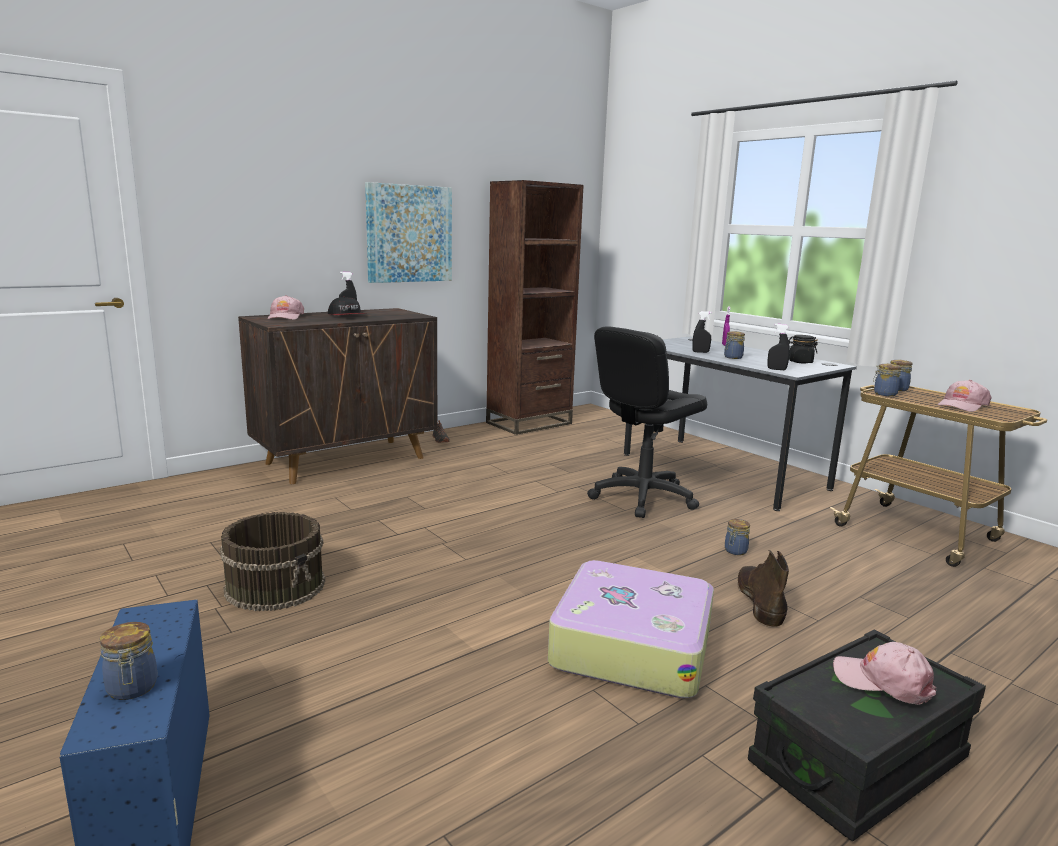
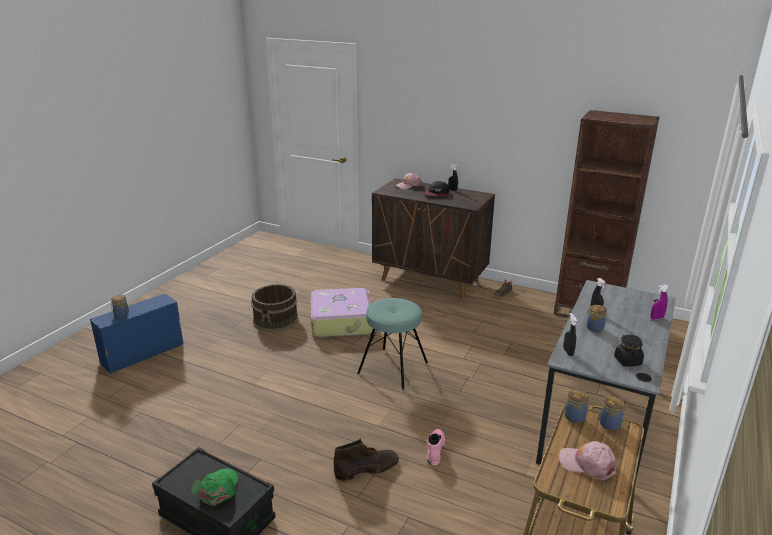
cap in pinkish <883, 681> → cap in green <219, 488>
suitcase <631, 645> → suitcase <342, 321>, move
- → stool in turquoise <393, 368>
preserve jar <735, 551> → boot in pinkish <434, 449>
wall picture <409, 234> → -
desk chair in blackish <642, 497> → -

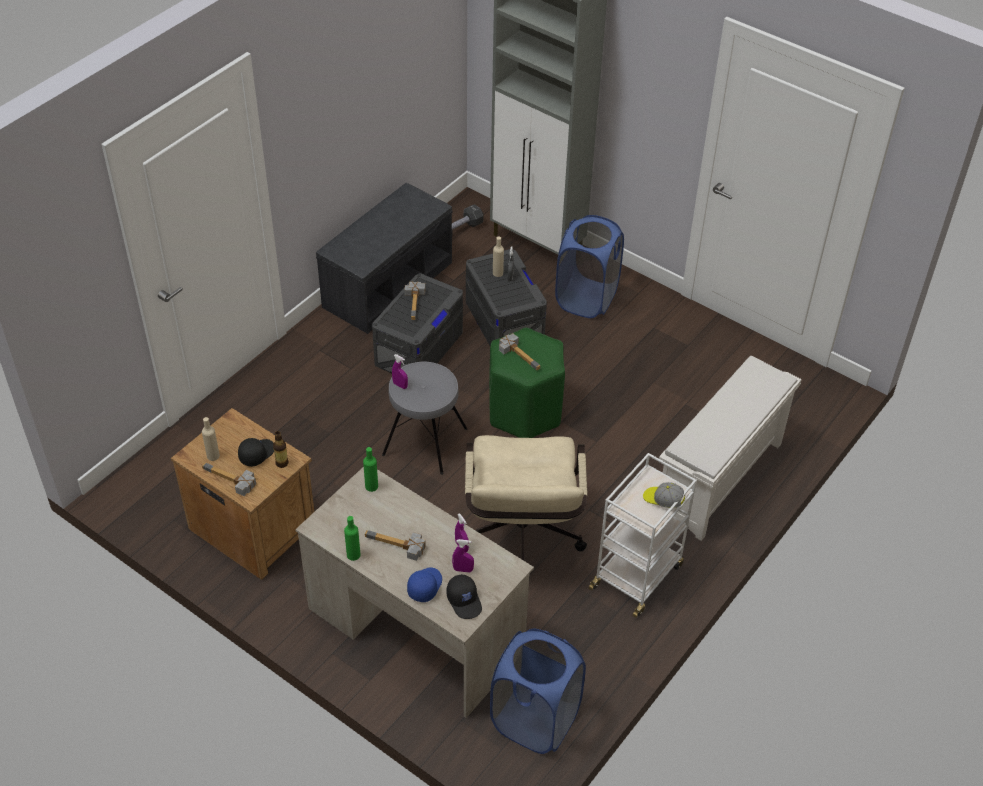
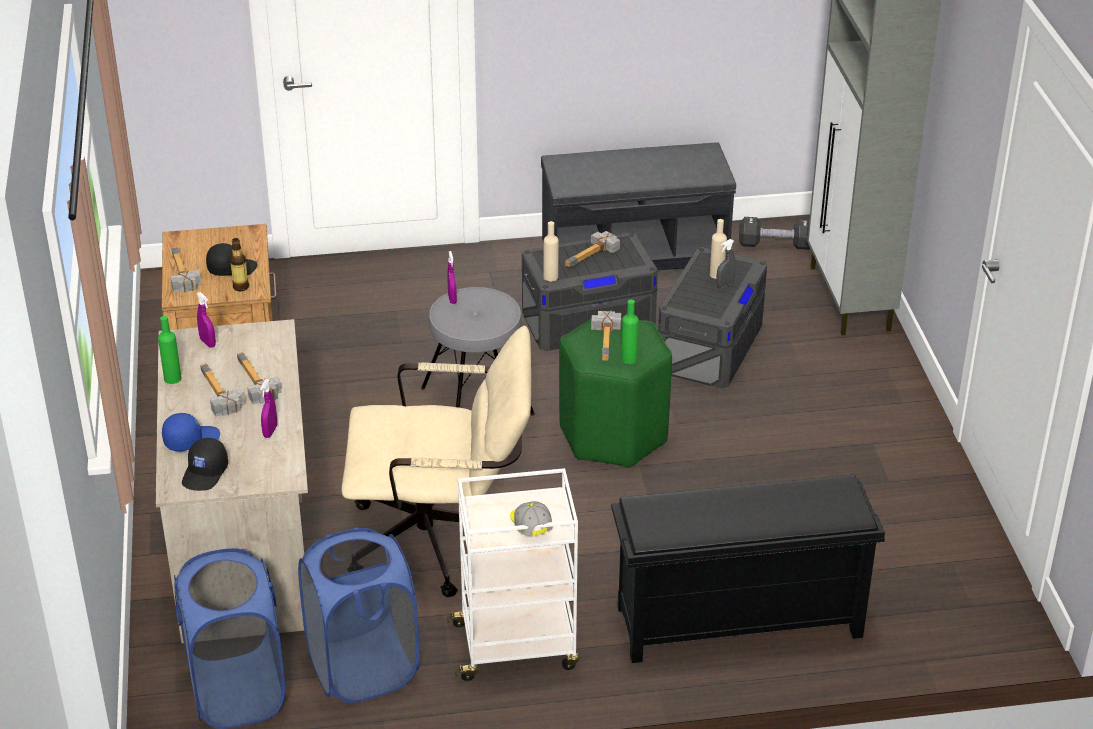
spray bottle in purple <463, 569> → spray bottle in purple <208, 342>, move
- → hand hammer <252, 383>
laundry basket in blue-coloured <586, 298> → laundry basket in blue-coloured <363, 668>, move
desk chair in beige <521, 543> → desk chair in beige <443, 541>, 135 degrees counterclockwise
drink bottle in beige <213, 456> → drink bottle in beige <550, 277>, move
shoe rack in whitish <719, 480> → shoe rack in blackish <736, 623>
drink bottle in green <371, 486> → drink bottle in green <629, 359>, move

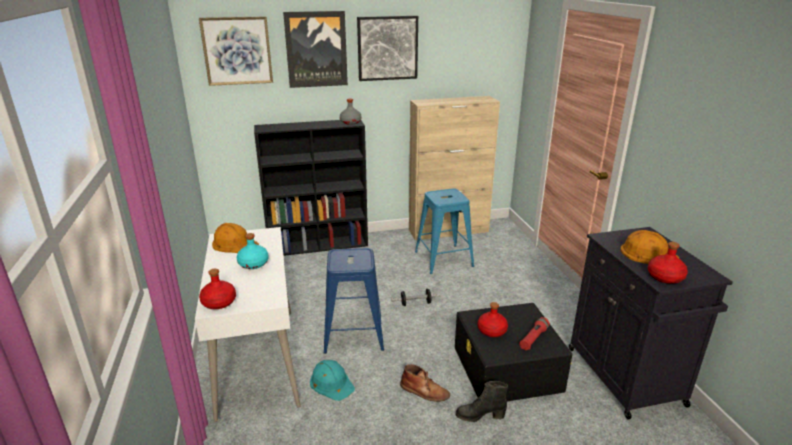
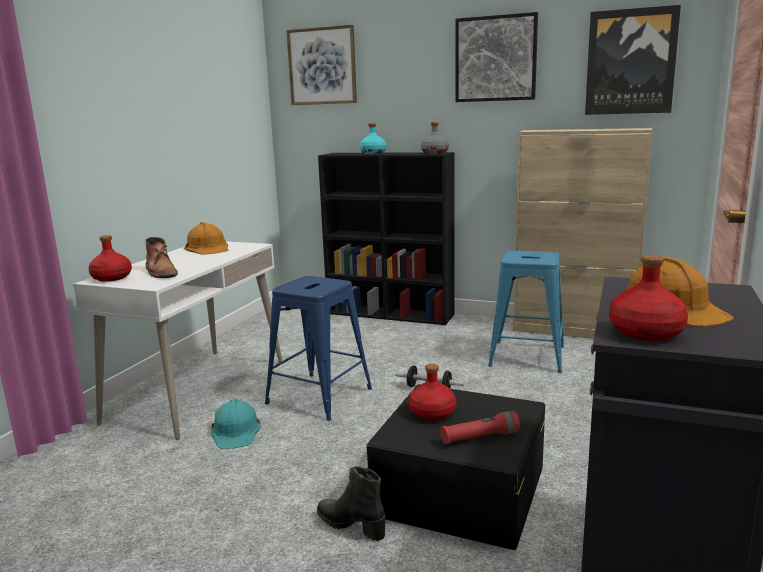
boot in brownish <425, 391> → boot in brownish <161, 272>, move
drink bottle in turquoise <253, 264> → drink bottle in turquoise <372, 153>, move
wall picture <316, 49> → wall picture <630, 62>, move

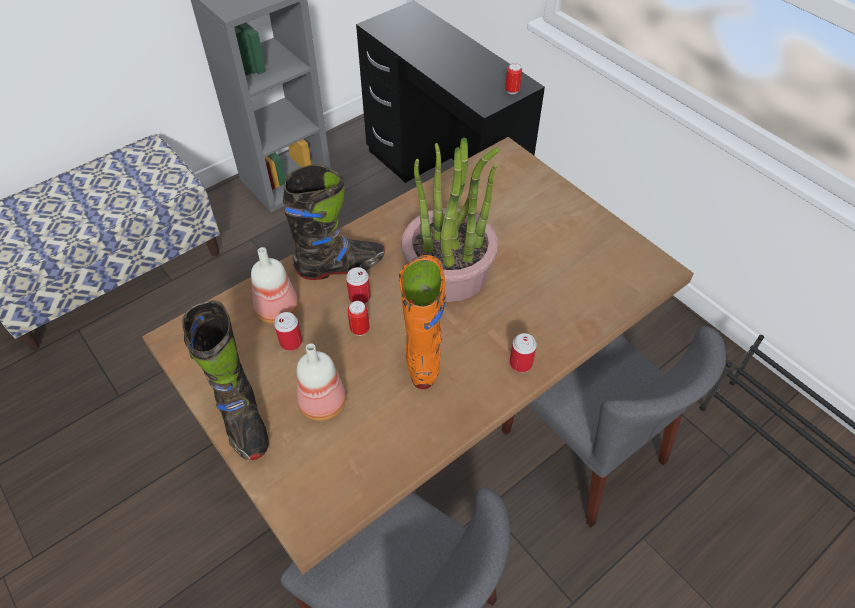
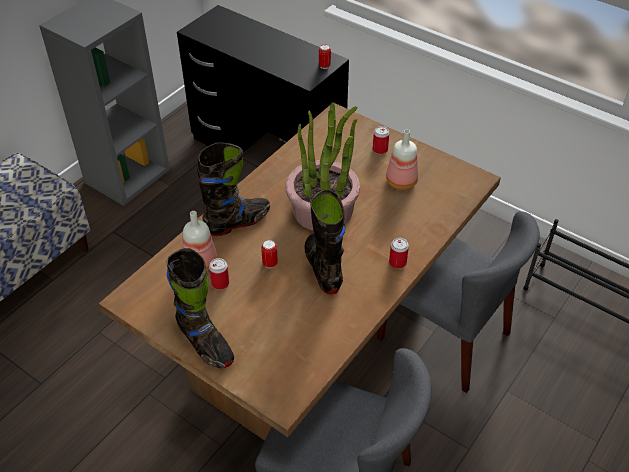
boot in orangey <423, 351> → boot in blackish <323, 269>
metal can <359, 297> → metal can <380, 149>, move
drink bottle <323, 405> → drink bottle <402, 182>, move

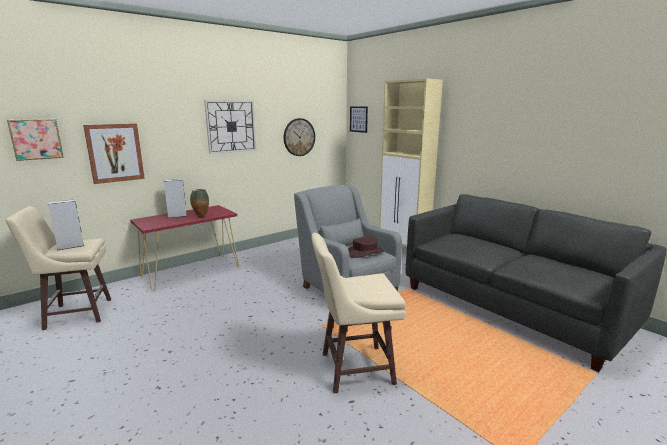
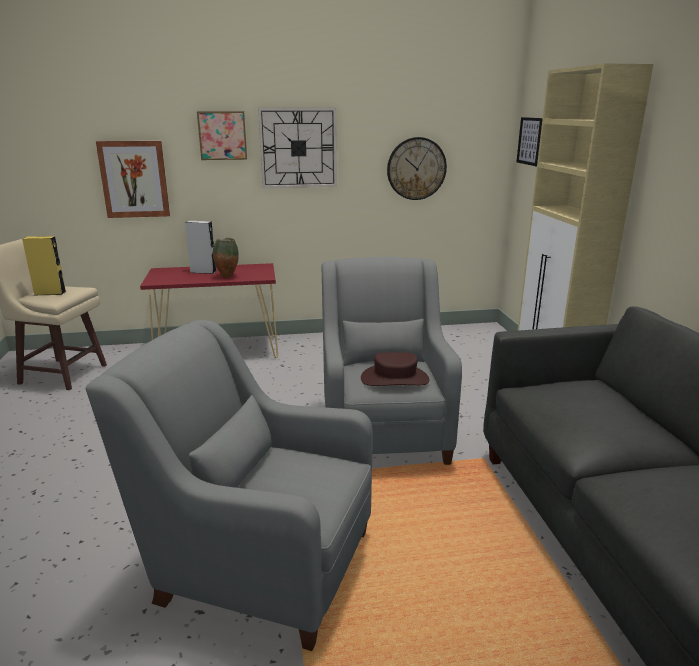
loudspeaker in grey <70, 246> → loudspeaker in yellowish <50, 293>
stool in beige <354, 368> → lounge chair in grey <258, 562>
wall picture <36, 139> → wall picture <222, 135>, move

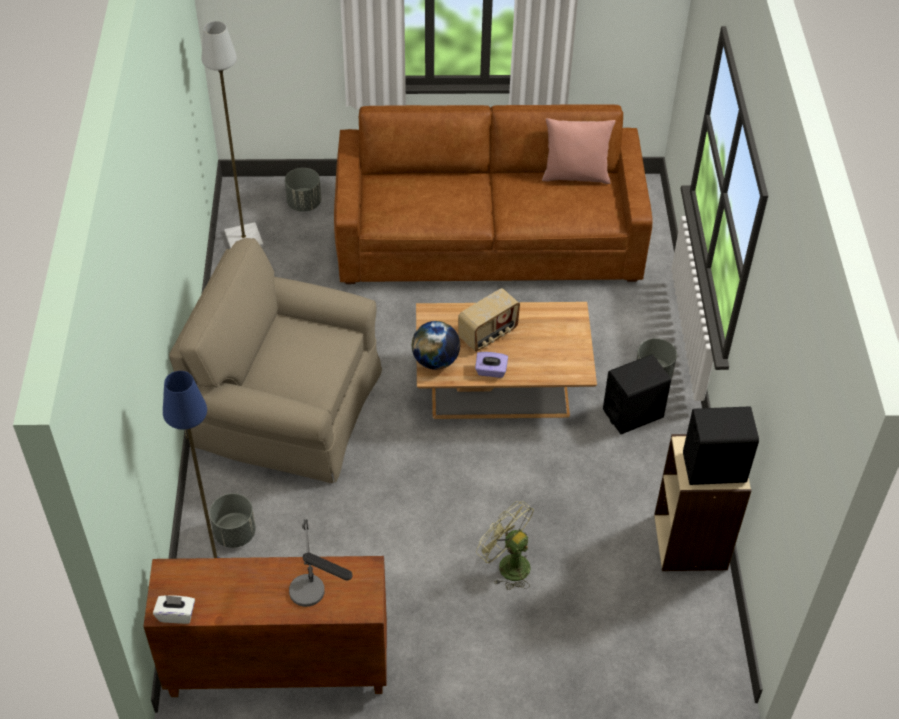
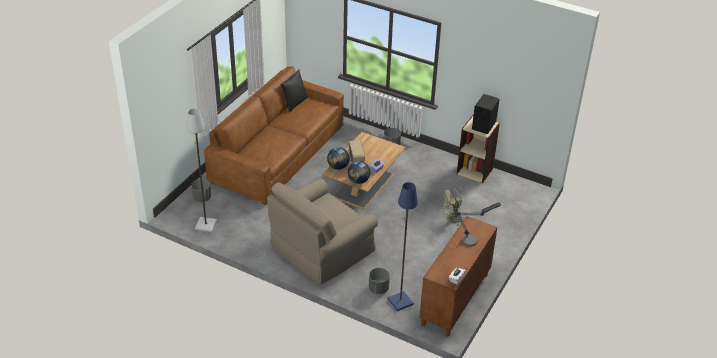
pillow in pinkish <575, 176> → pillow in blackish <294, 103>
- → globe <338, 167>
loudspeaker in blackish <633, 413> → -

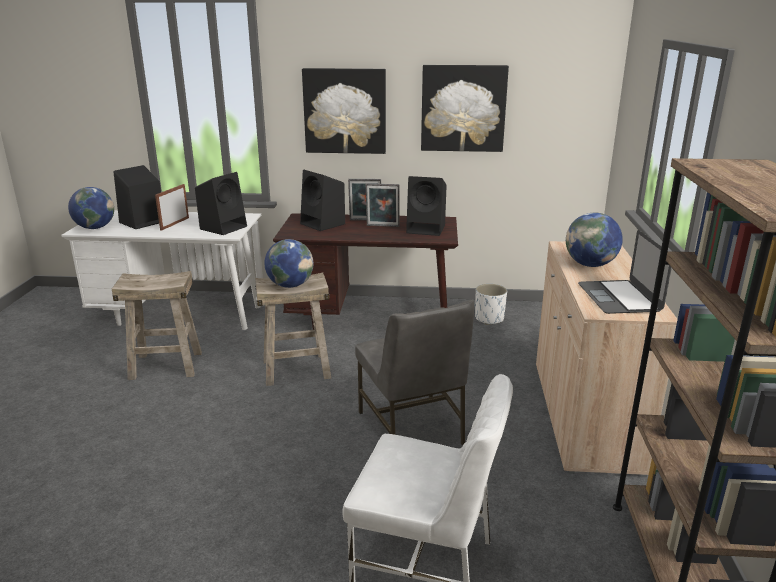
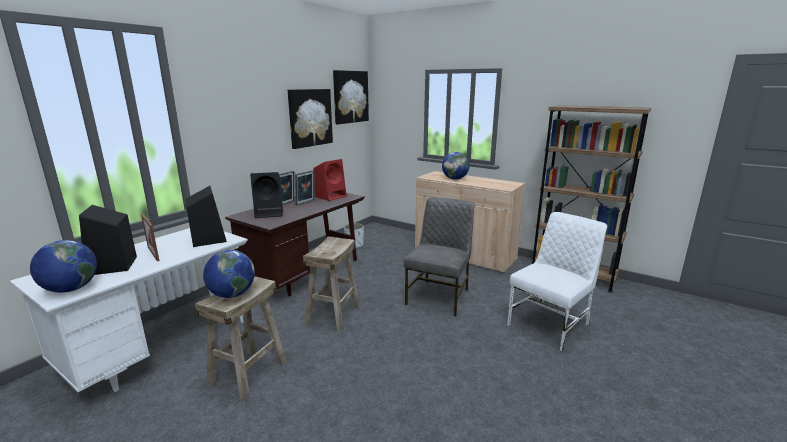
globe <290, 285> → globe <232, 294>, move
loudspeaker in blackish <427, 229> → loudspeaker in reddish <331, 196>
wall picture <345, 111> → wall picture <350, 97>, move
chair in grey <412, 429> → chair in grey <439, 296>, 75 degrees counterclockwise
notebook computer <619, 297> → -

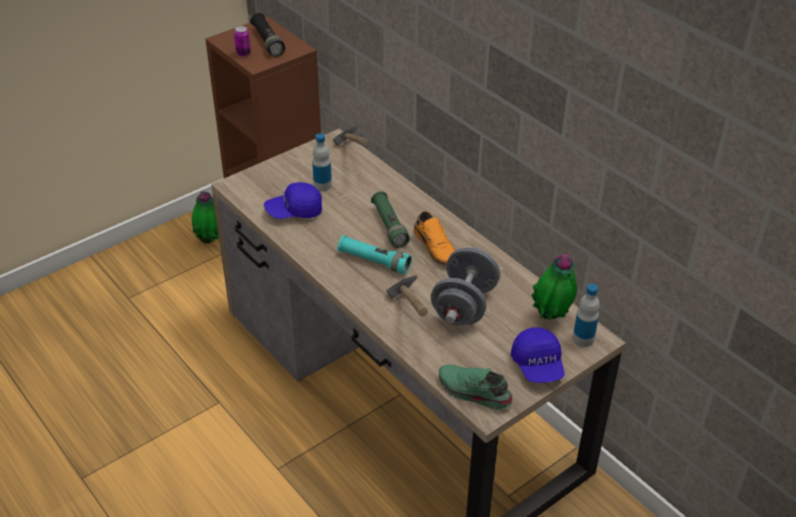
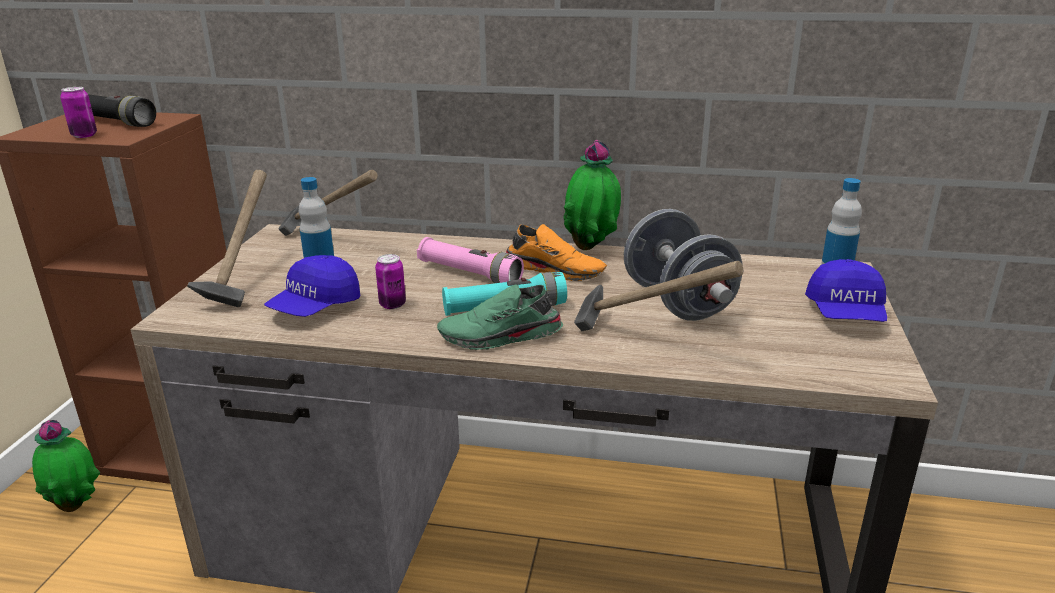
- → hand hammer <243, 282>
- → metal can <392, 304>
hand torch in green <389, 226> → hand torch in pinkish <469, 274>
shoe in green <473, 393> → shoe in green <500, 337>, move
houseplant <551, 318> → houseplant <591, 248>, move
cap in blue-coloured <538, 365> → cap in blue-coloured <845, 314>, 60 degrees clockwise

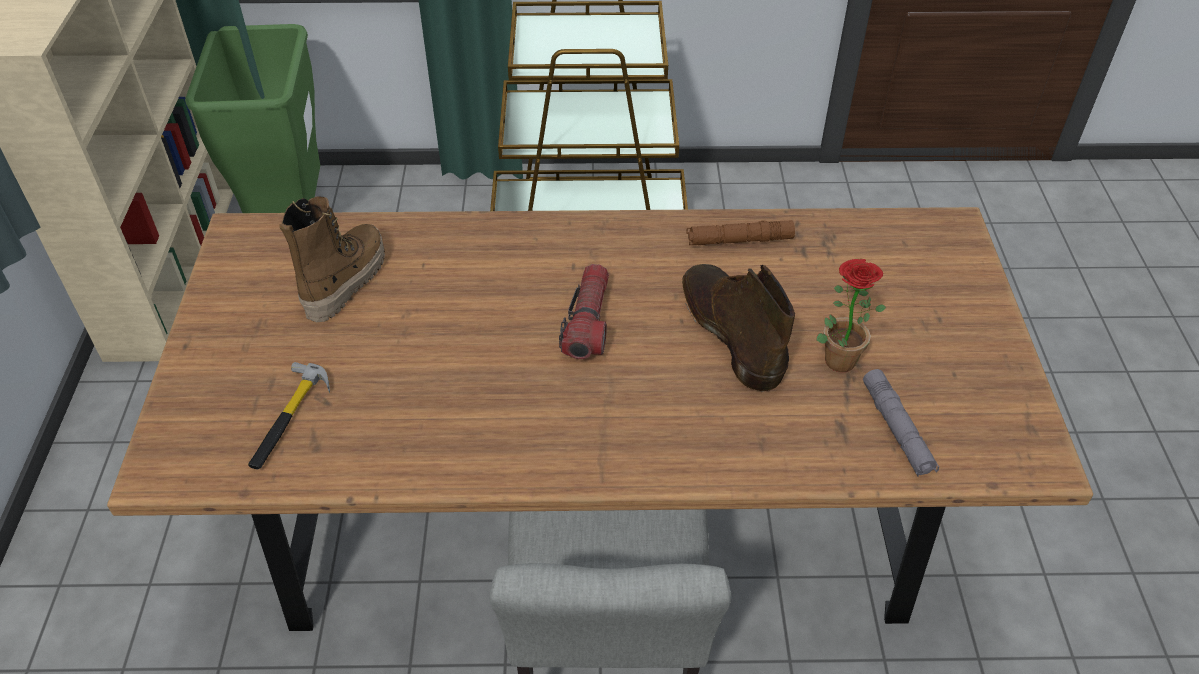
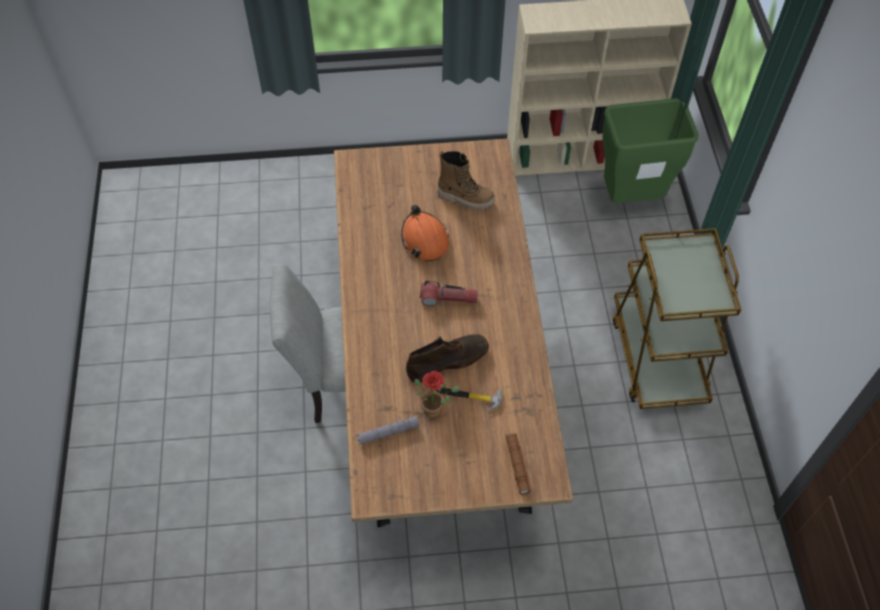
- → safety helmet in orangey <424, 239>
hand hammer <288, 419> → hand hammer <468, 397>, move
hand torch in brownish <739, 240> → hand torch in brownish <517, 465>, move

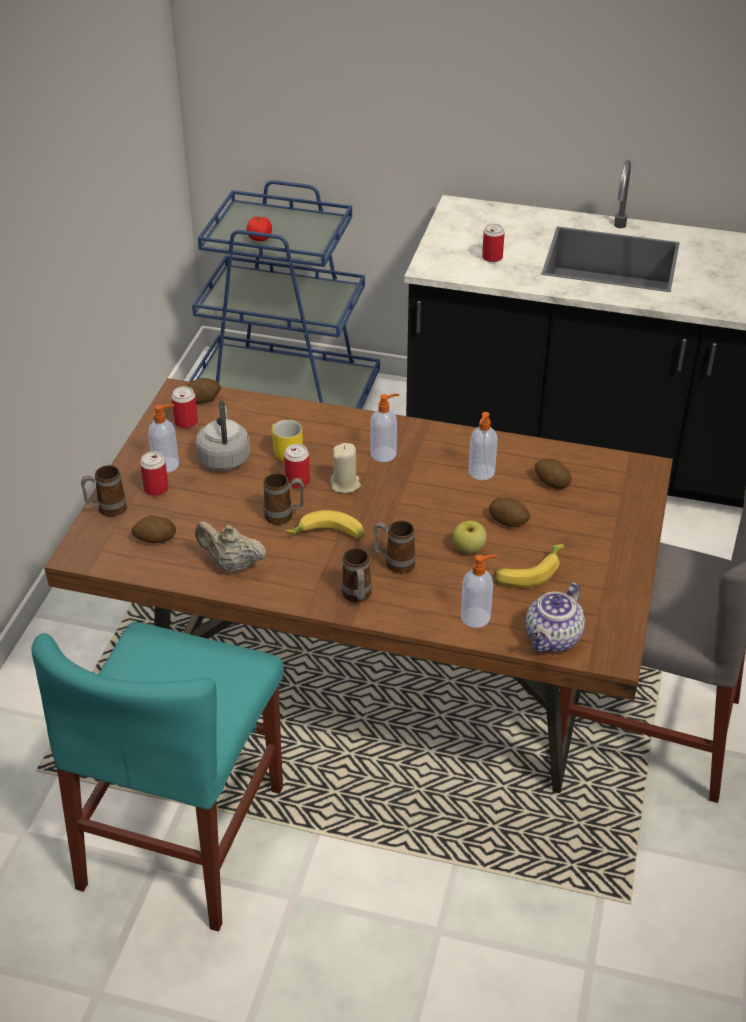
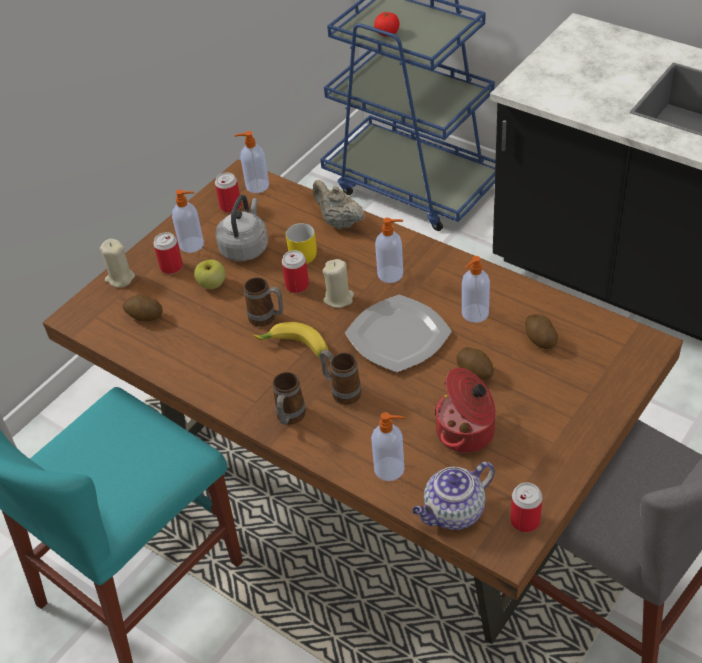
mug <106, 510> → wax candle in beige <120, 278>
whole apple <468, 548> → whole apple <212, 284>, move
spud <202, 399> → soap dispenser <256, 186>
teapot in beige <231, 565> → teapot in beige <339, 222>, move
- → dinner plate <398, 335>
whole banana <528, 572> → saucepot <467, 432>
metal can <492, 258> → metal can <525, 521>, move

